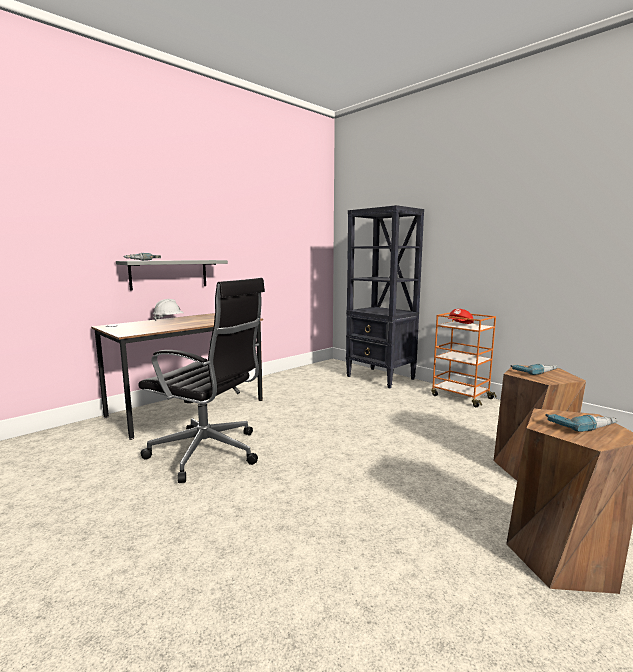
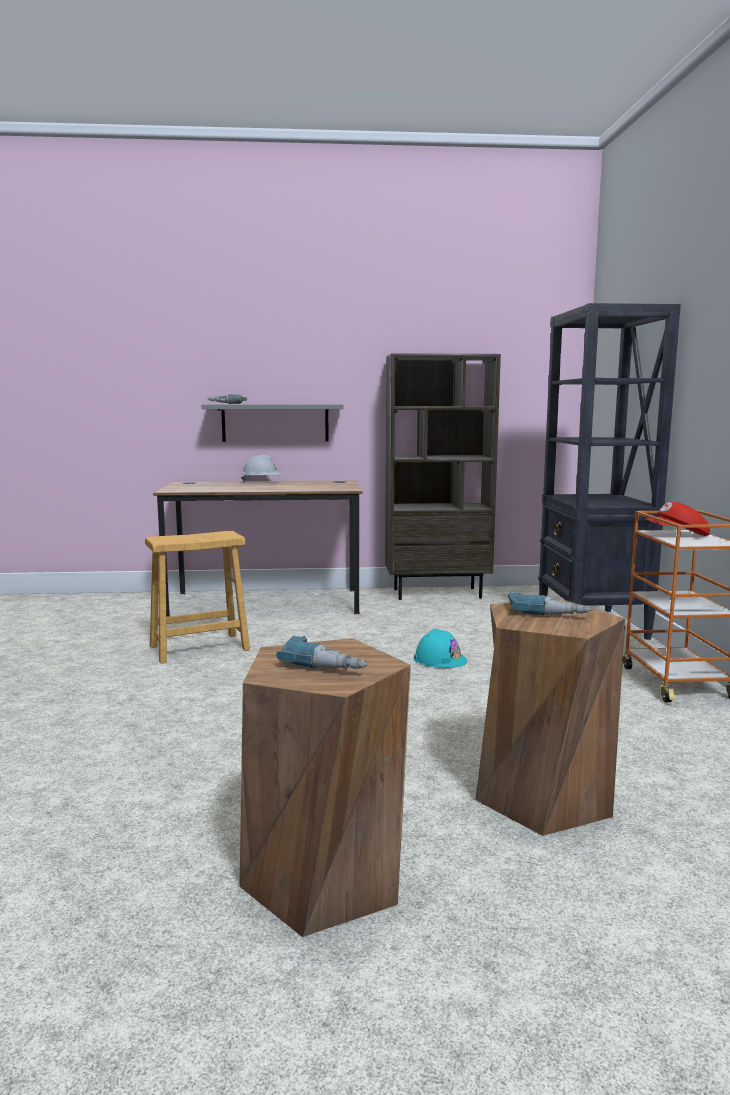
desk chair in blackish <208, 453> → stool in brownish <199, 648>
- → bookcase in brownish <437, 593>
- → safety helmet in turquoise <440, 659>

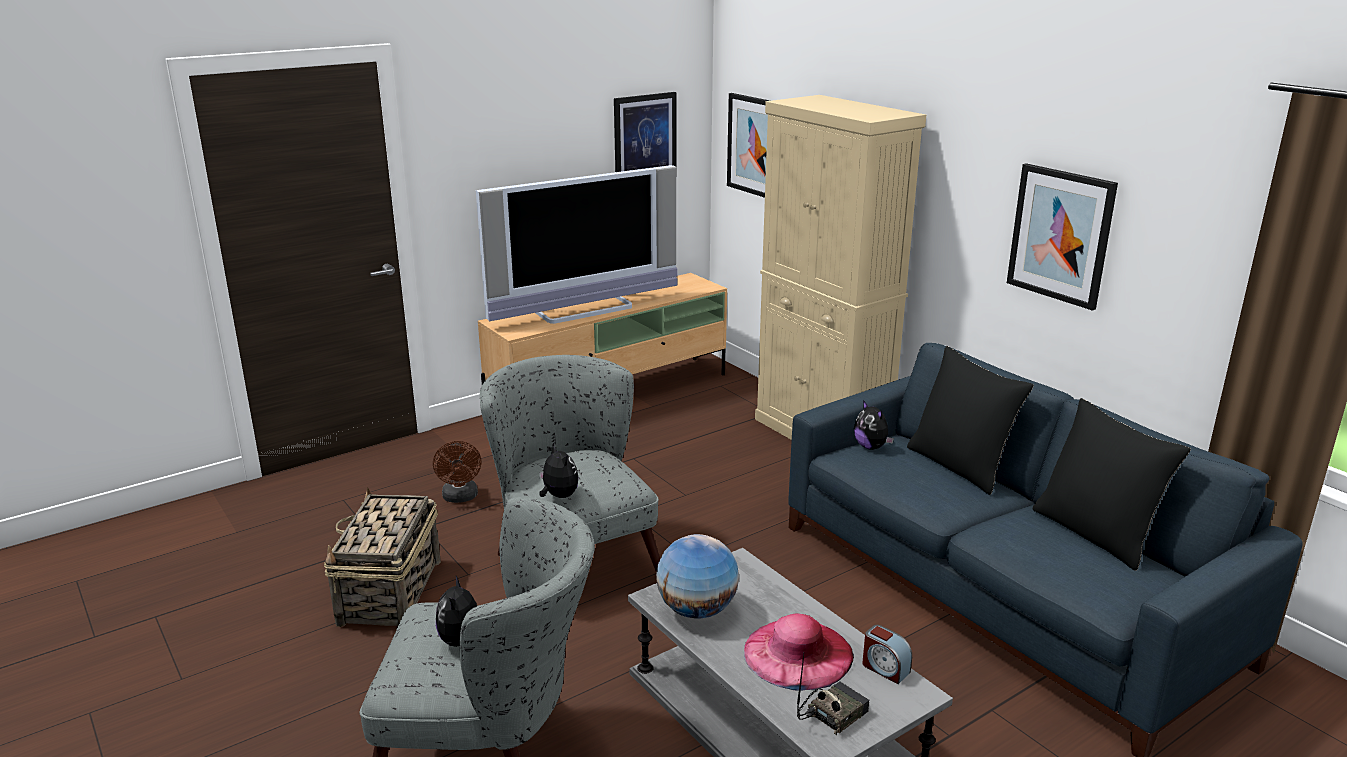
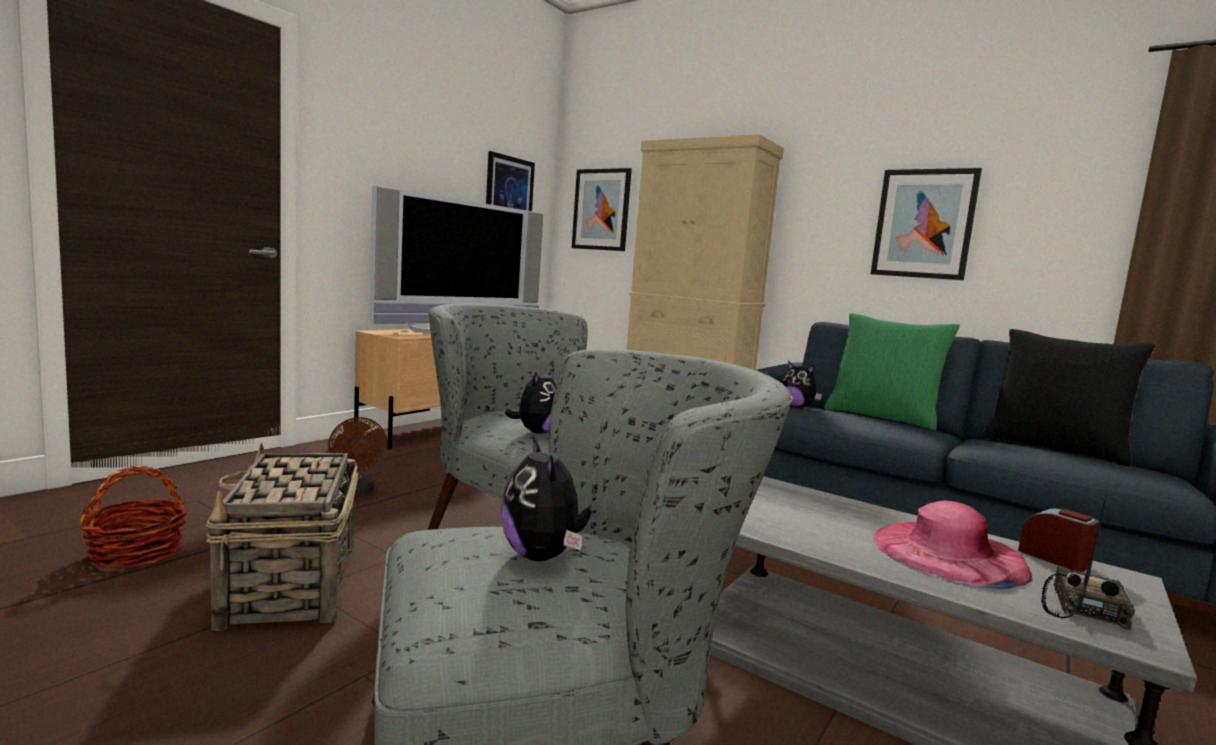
- → basket <137, 553>
cuddly toy <558, 496> → cuddly toy <536, 432>, 75 degrees clockwise
pillow in blackish <960, 465> → pillow in green <882, 417>
table clock <885, 668> → table clock <1054, 558>, 150 degrees counterclockwise
globe <696, 610> → -

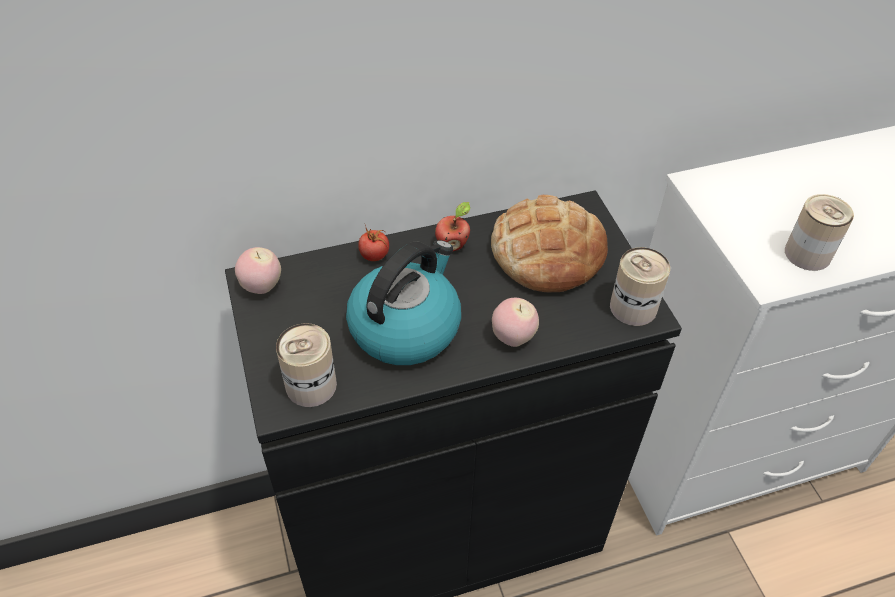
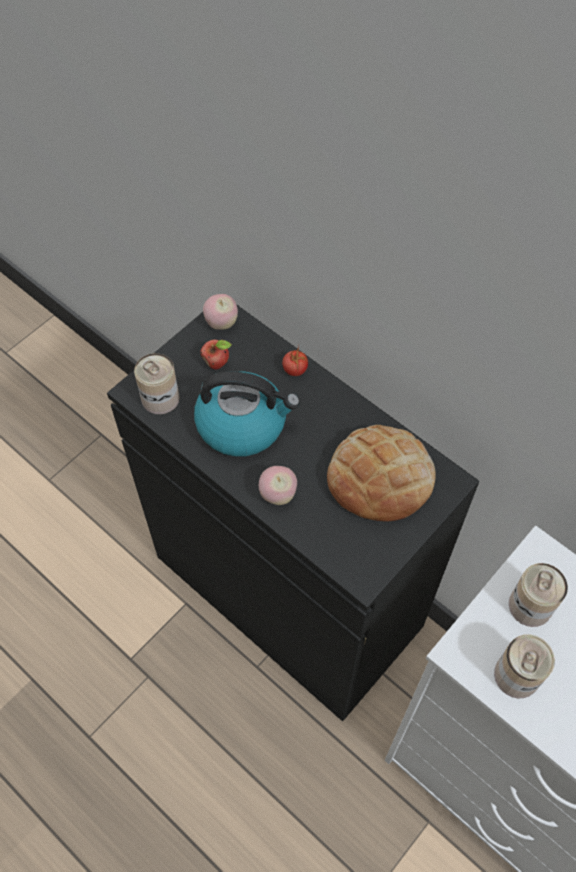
whole apple <453, 245> → whole apple <217, 363>, move
metal can <633, 307> → metal can <530, 605>, move

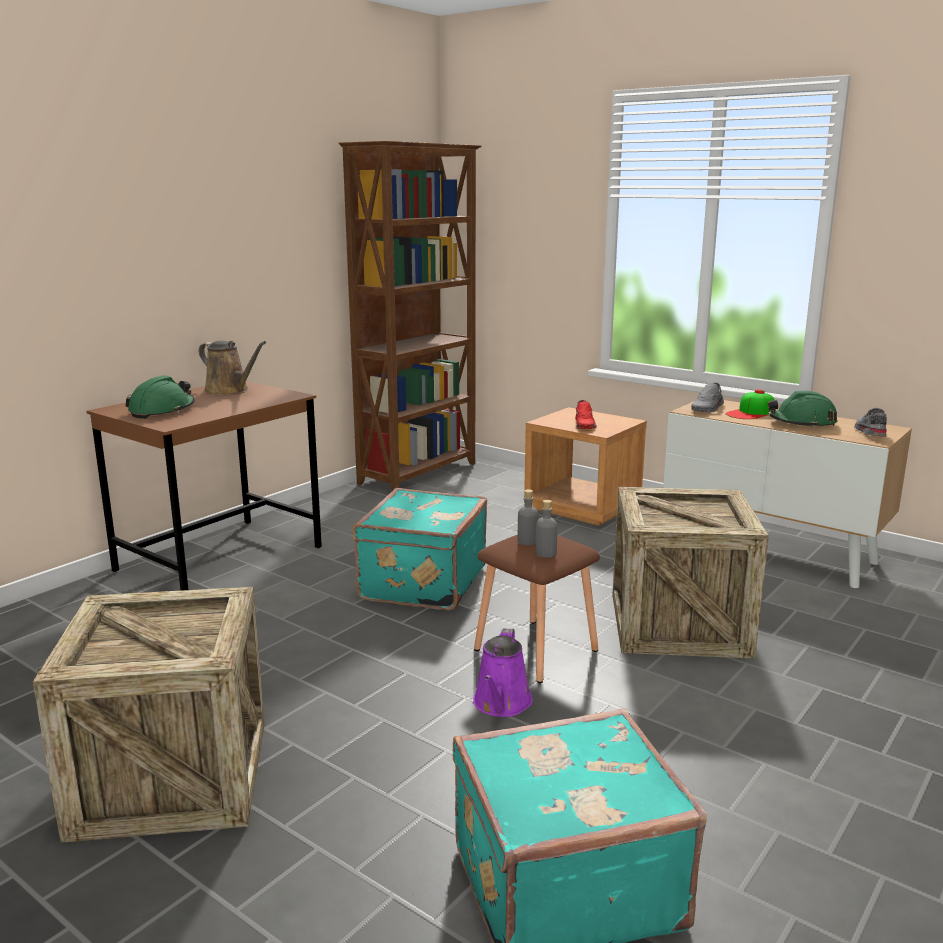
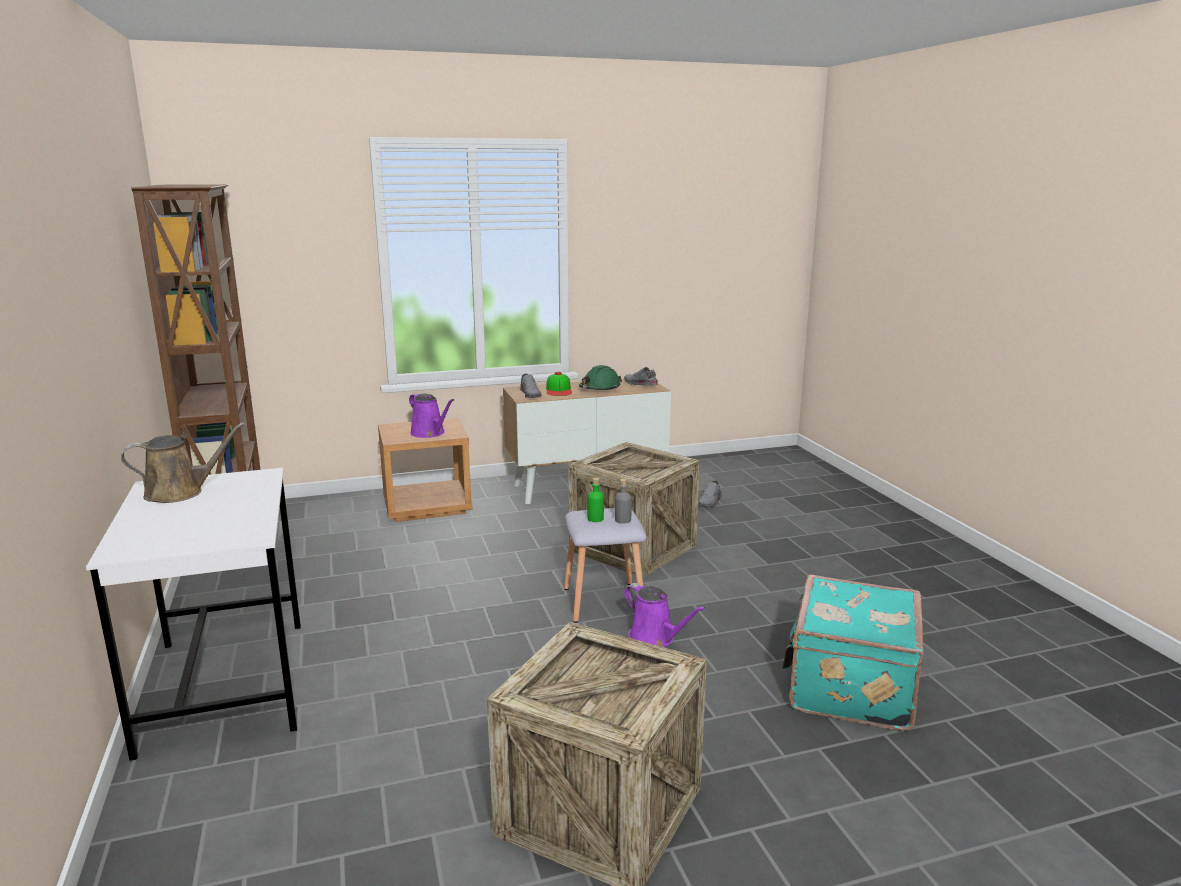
desk in brownish <220, 559> → desk in whitish <225, 685>
shoe in reddish <585, 425> → sprinkling can in purple <429, 433>
stool in brownish <538, 650> → stool in grey <605, 601>
drink bottle in grey <527, 541> → drink bottle in green <595, 519>
- → shoe in grey <711, 502>
safety helmet in green <162, 410> → -
suitcase in turquoise <421, 583> → -

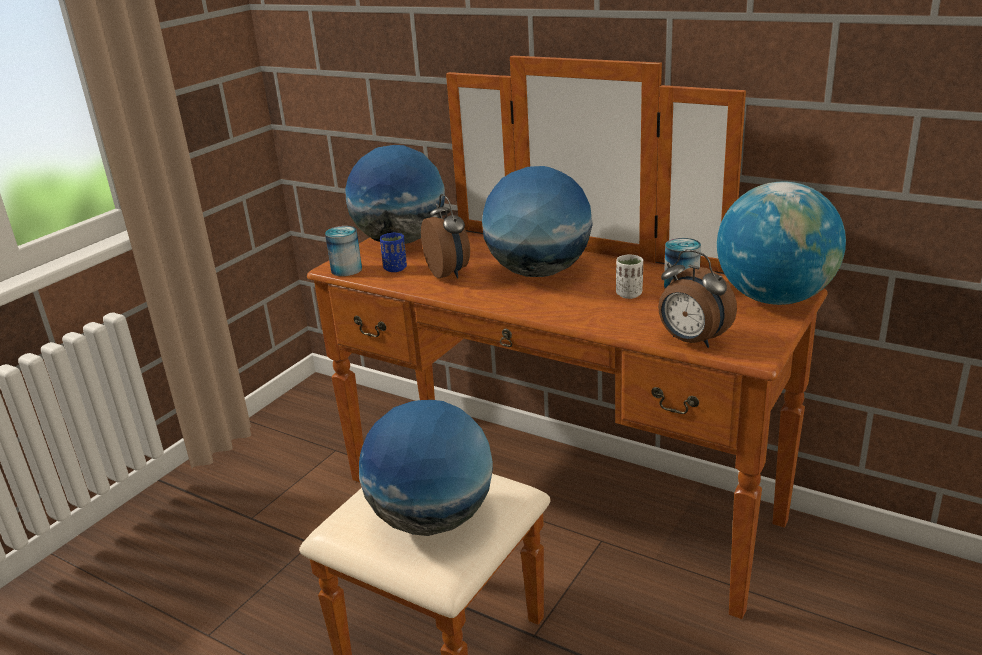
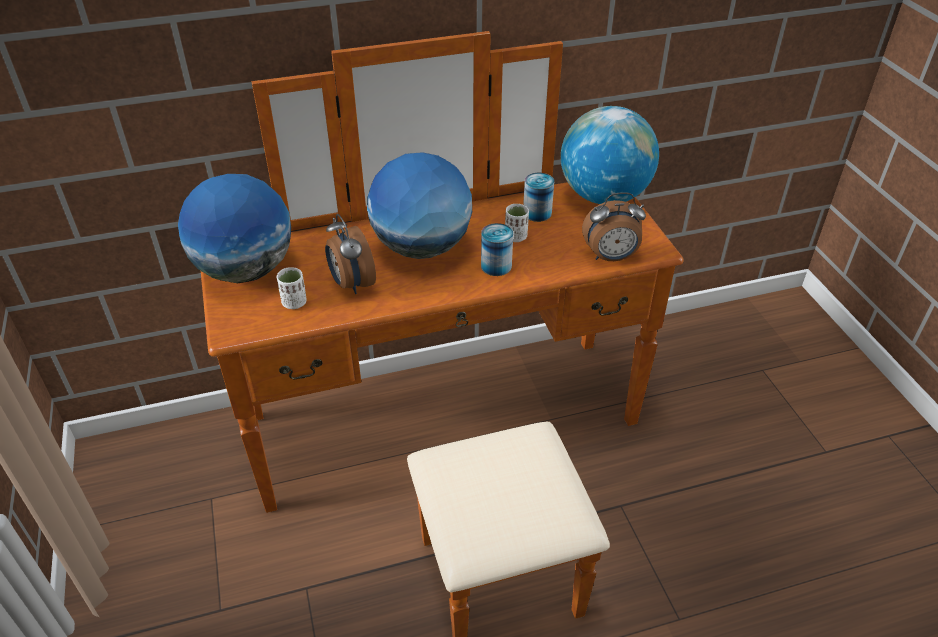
cup in blue-coloured <395, 268> → cup in whitish <294, 303>
table clock <449, 273> → table clock <351, 284>, 135 degrees counterclockwise
metal can <346, 270> → metal can <496, 266>, move
globe <432, 519> → -

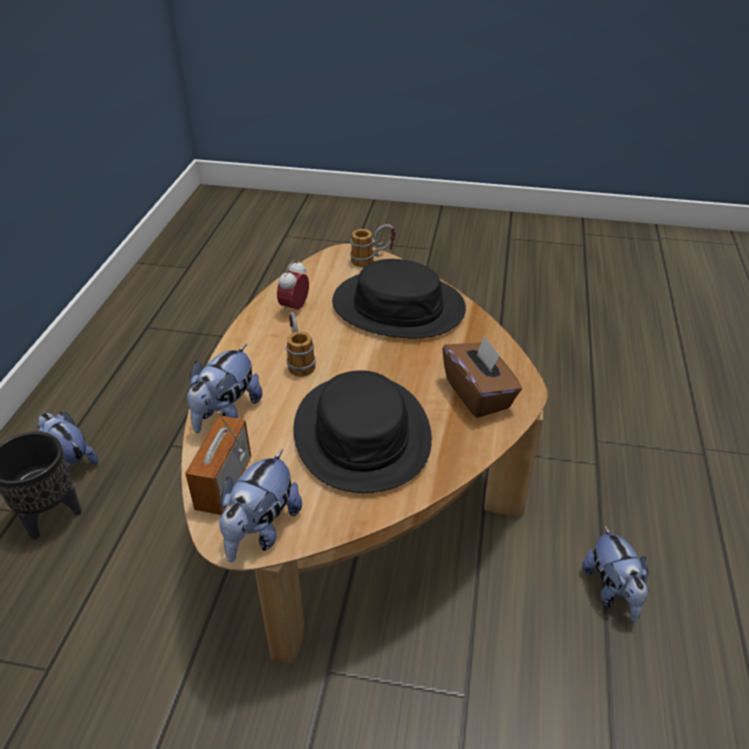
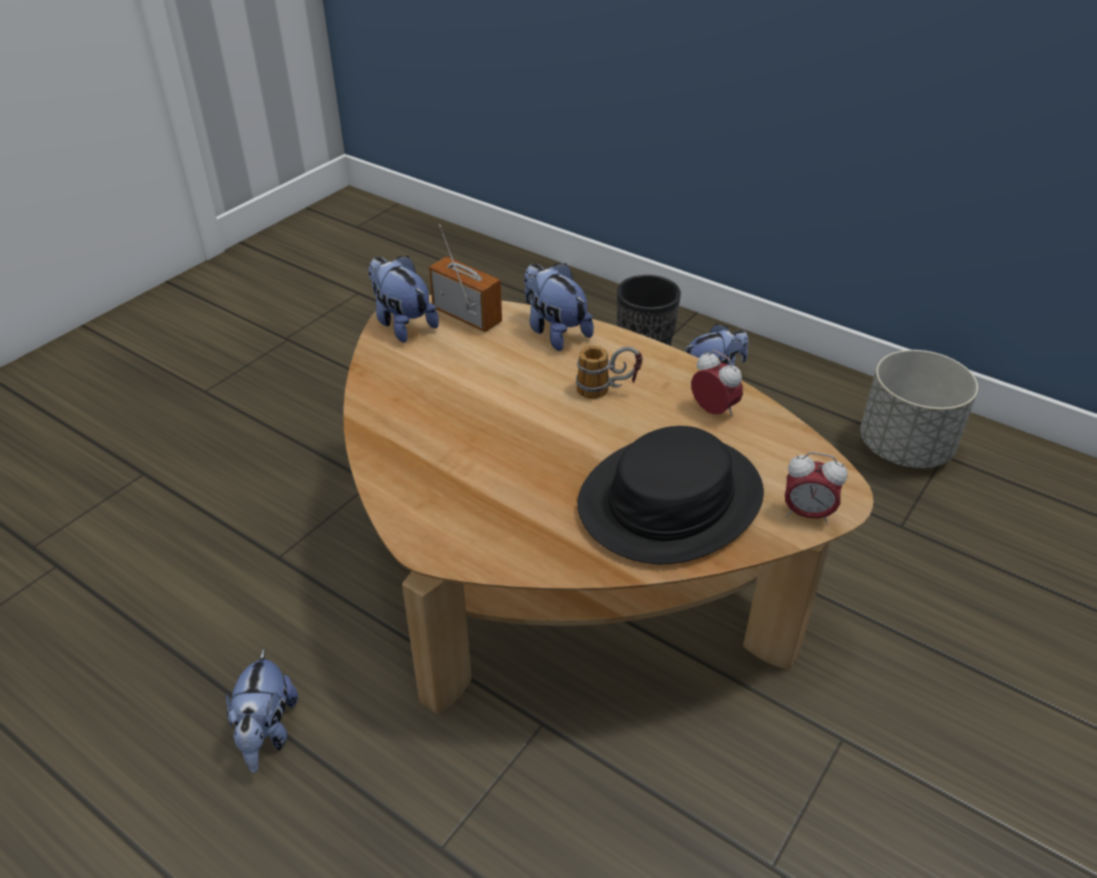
cuddly toy <612, 591> → cuddly toy <267, 733>, 105 degrees counterclockwise
mug <373, 260> → table clock <807, 514>
- → flower pot in grey <904, 447>
clothing hat in blackish <362, 433> → -
tissue box in brownish <478, 394> → -

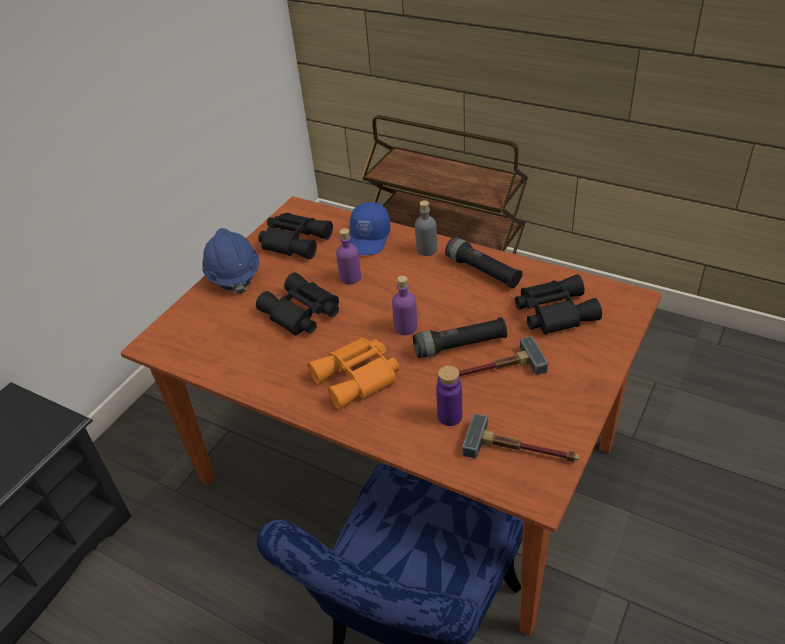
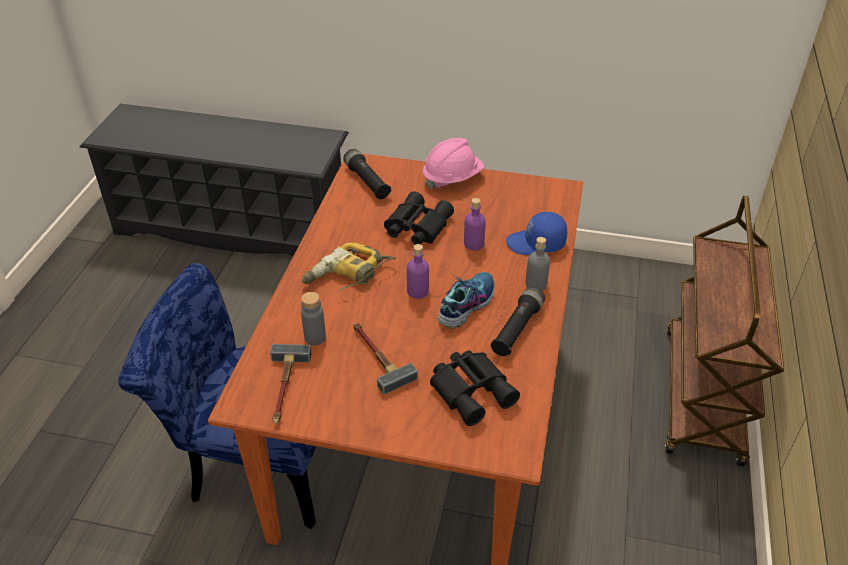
drink bottle in purple <450, 416> → drink bottle in grey <315, 337>
pair of binoculars in orangey <358, 378> → power drill <348, 276>
hand torch in blackish <460, 346> → hand torch in blackish <367, 182>, move
safety helmet in blue-coloured <233, 275> → safety helmet in pinkish <452, 178>
- → shoe <466, 304>
pair of binoculars in blackish <295, 240> → -

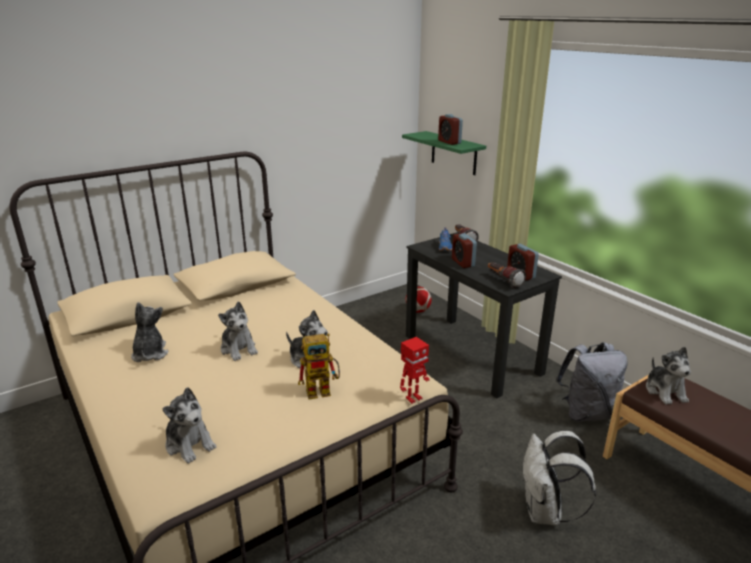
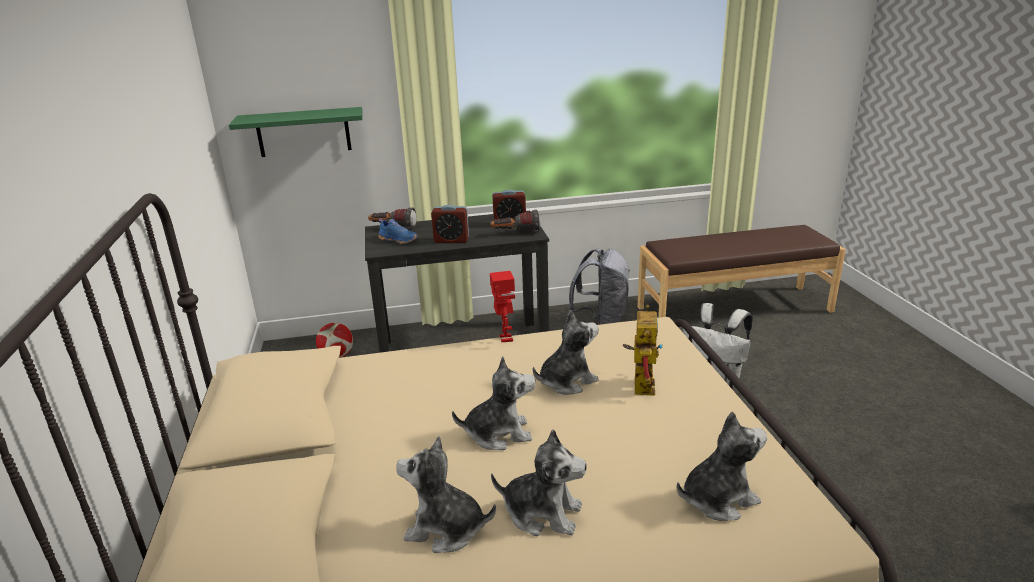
robot figure <413, 398> → robot figure <505, 338>, move
cuddly toy <665, 391> → cuddly toy <542, 513>, move
table clock <449, 142> → -

